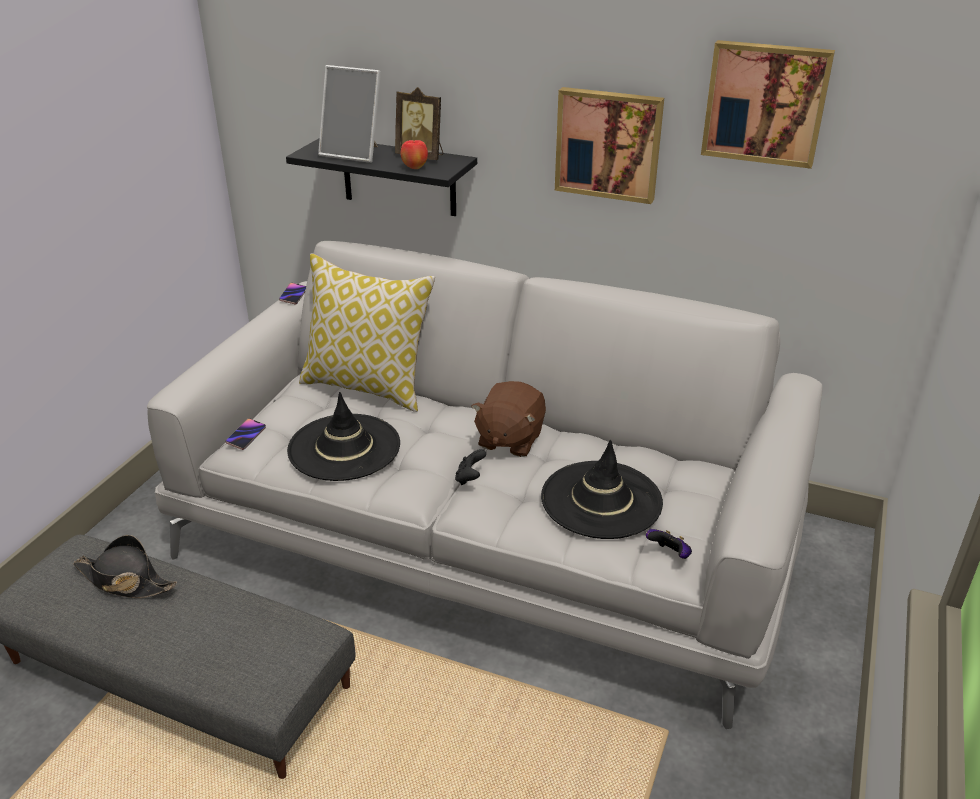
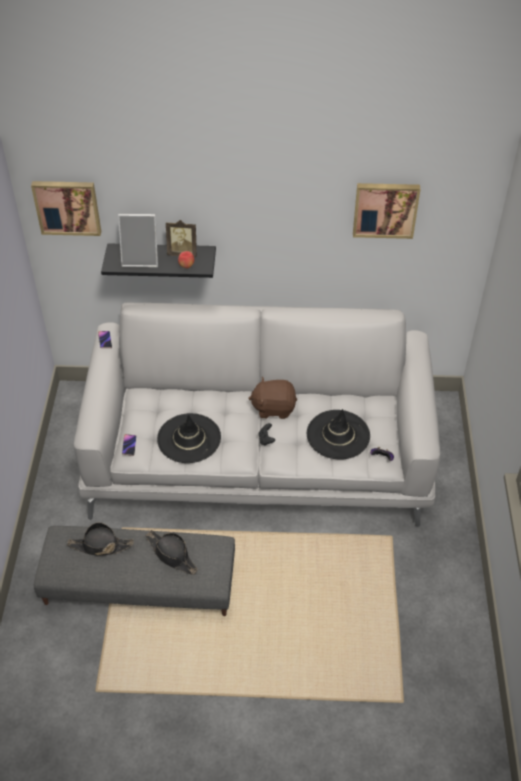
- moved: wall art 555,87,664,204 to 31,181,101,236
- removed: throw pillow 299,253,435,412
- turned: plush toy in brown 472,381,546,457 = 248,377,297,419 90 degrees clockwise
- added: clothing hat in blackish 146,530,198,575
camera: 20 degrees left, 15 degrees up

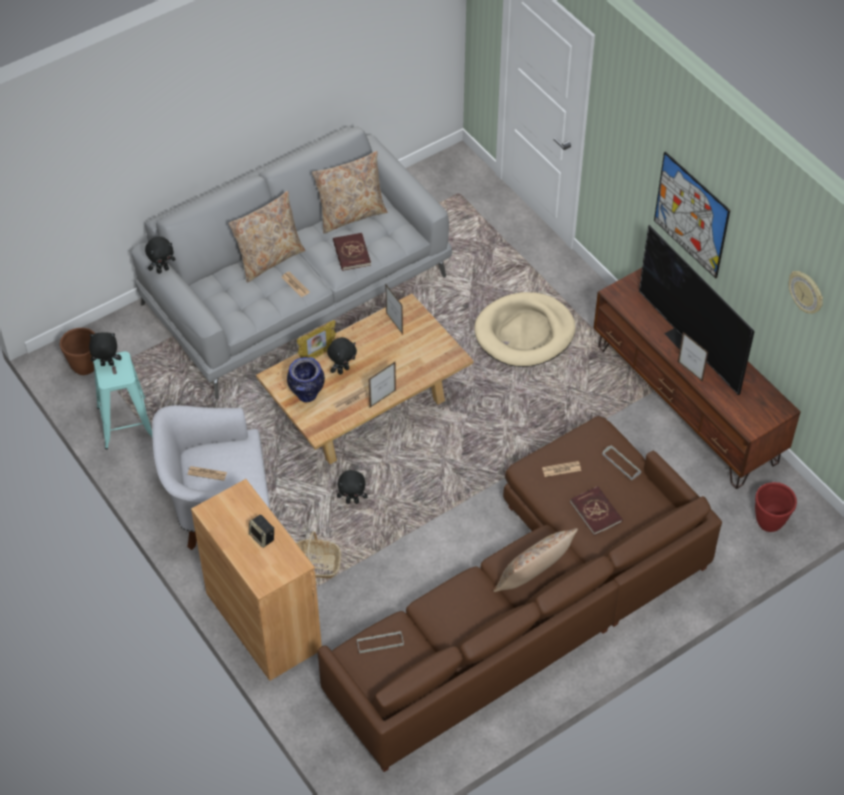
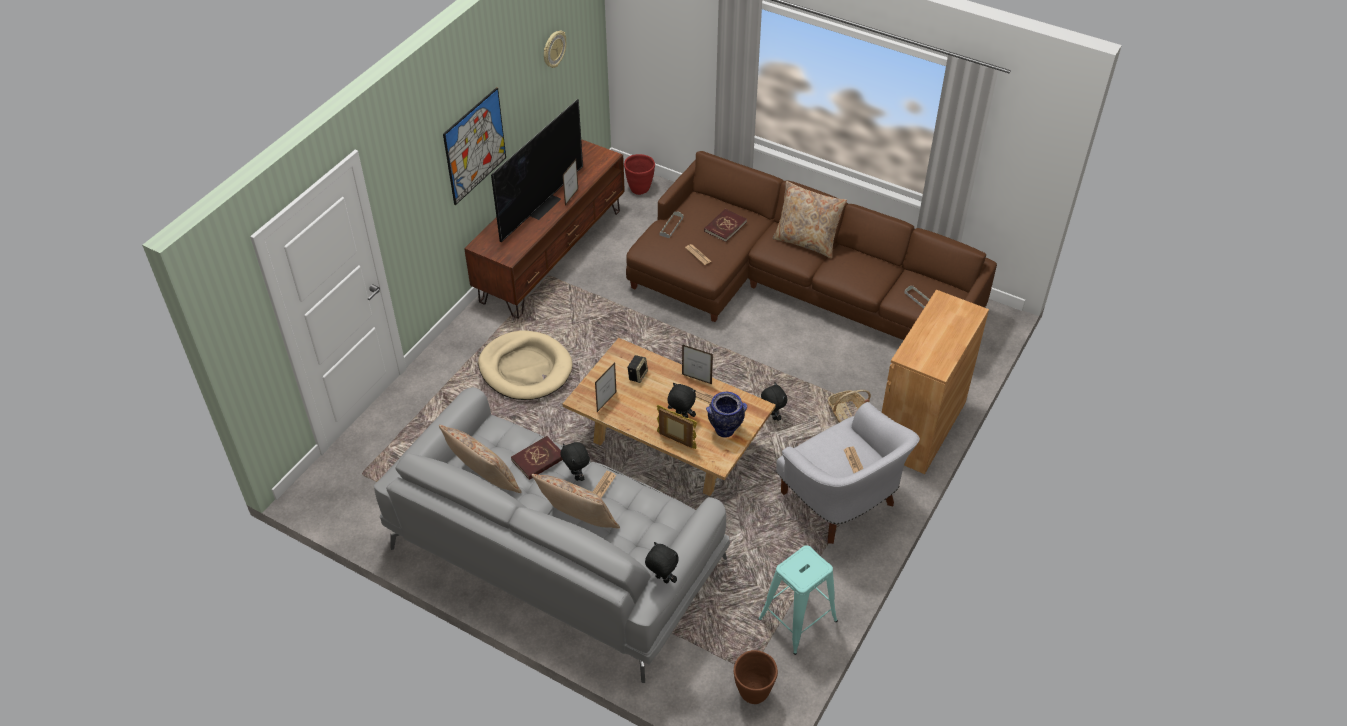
- moved: plush toy in blackish 89,332,122,366 to 560,442,590,481
- moved: audio speaker 249,515,274,548 to 627,355,648,383
camera: 115 degrees left, 5 degrees down

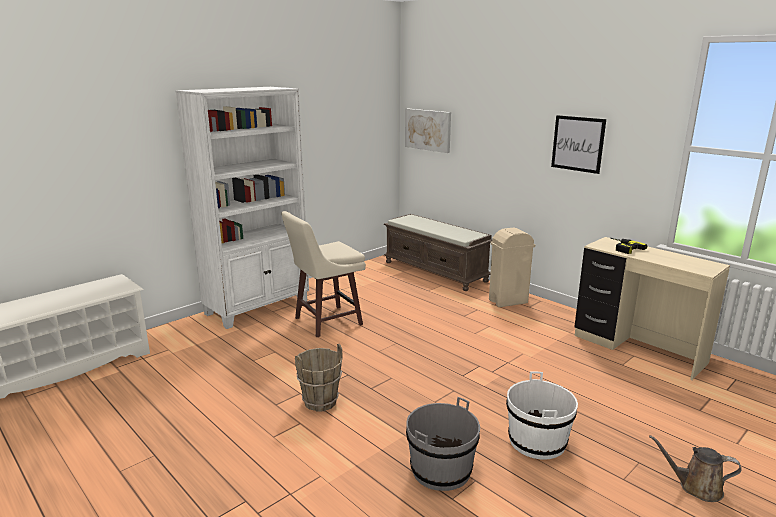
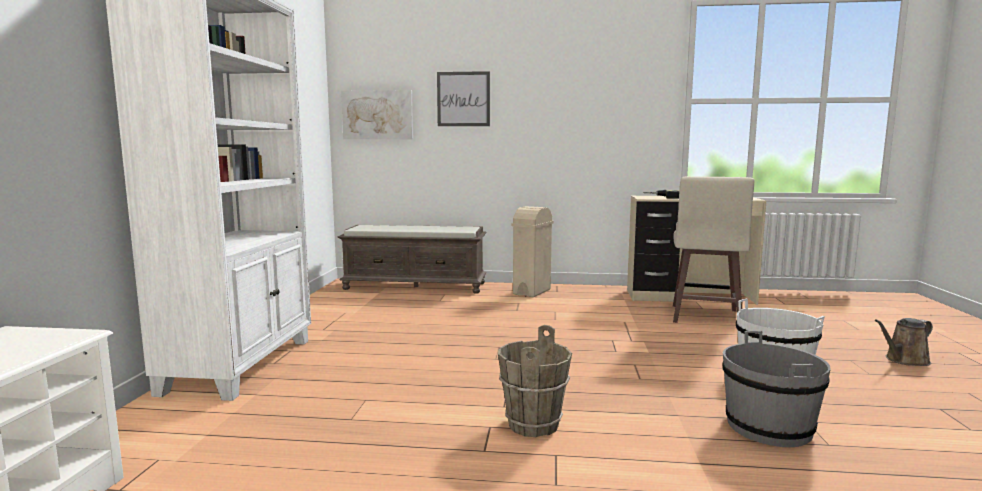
- moved: wall art 551,115,606,174 to 437,71,490,126
- moved: stool seat in sand-coloured 281,211,366,337 to 673,176,754,323
camera: 40 degrees left, 10 degrees down

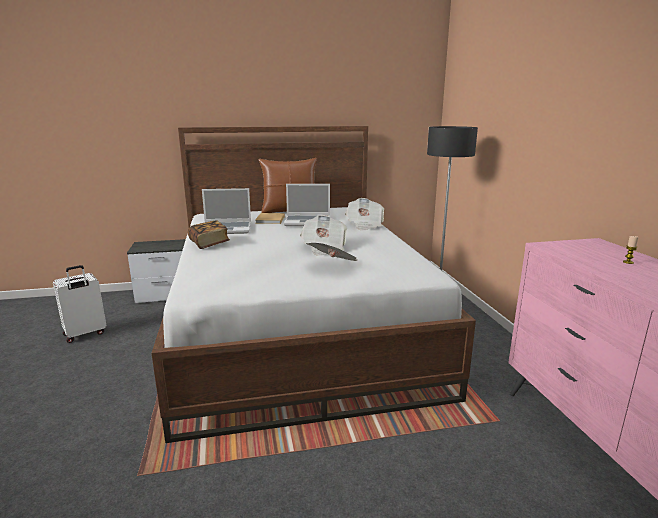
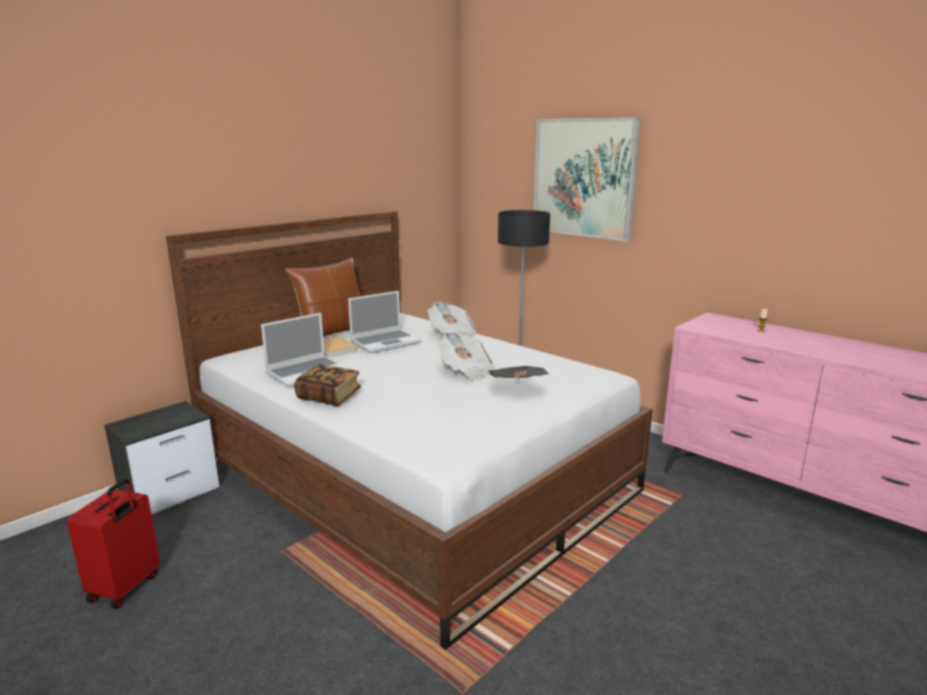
- recoloured: travel case in white-coloured 53,265,107,343 to travel case in reddish 67,479,160,609
- added: wall art 534,117,641,241
camera: 35 degrees left, 0 degrees up

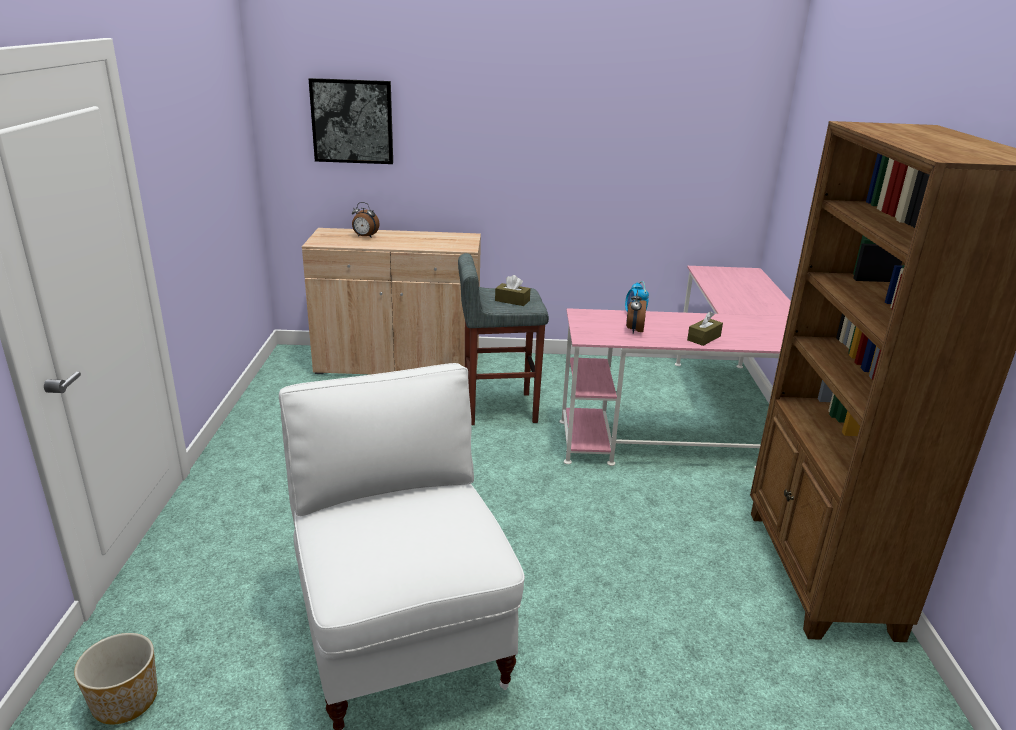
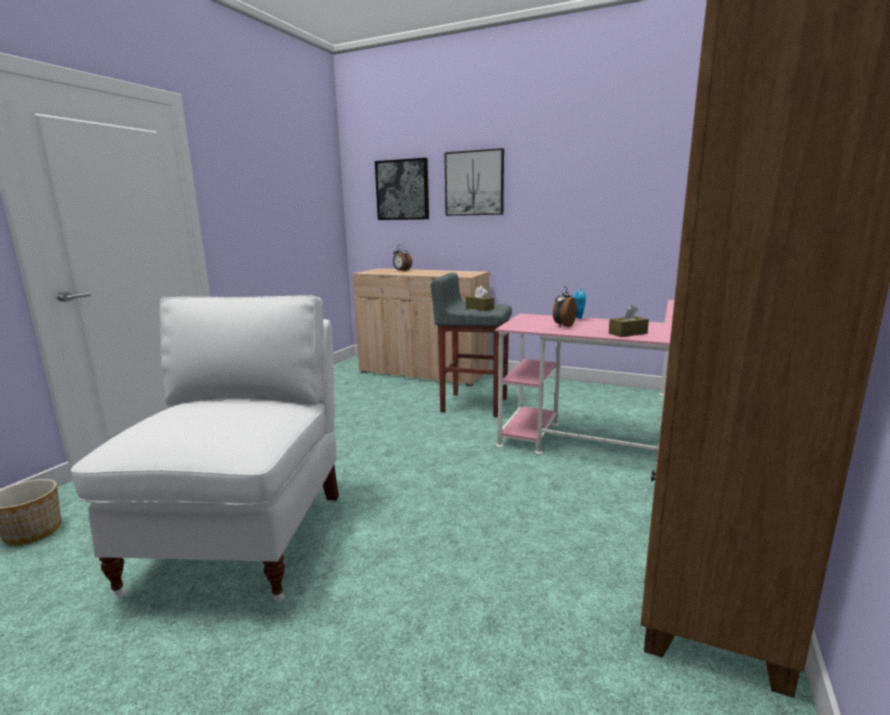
- added: wall art 444,148,504,216
camera: 25 degrees right, 10 degrees down

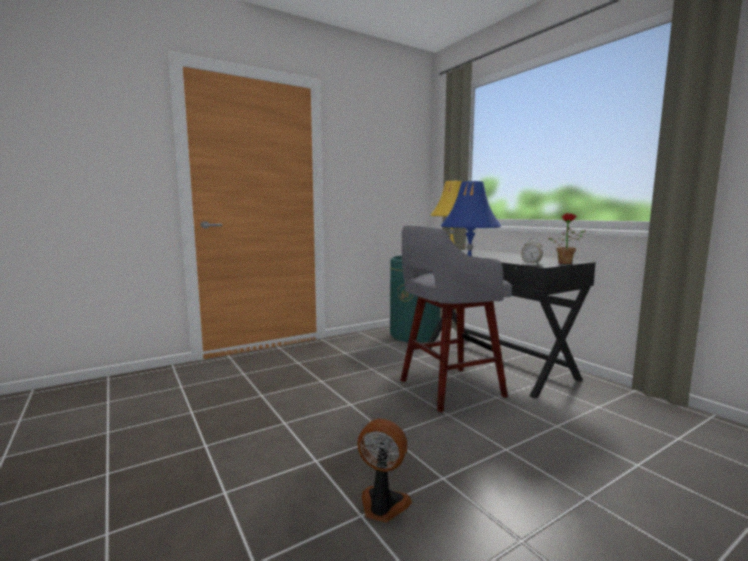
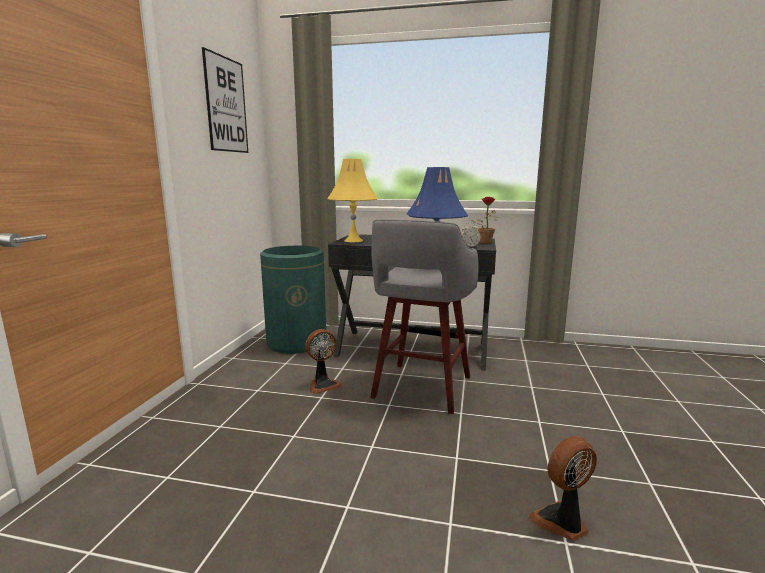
- added: wall art 202,47,248,153
- added: fan 305,329,342,394
camera: 45 degrees left, 5 degrees up

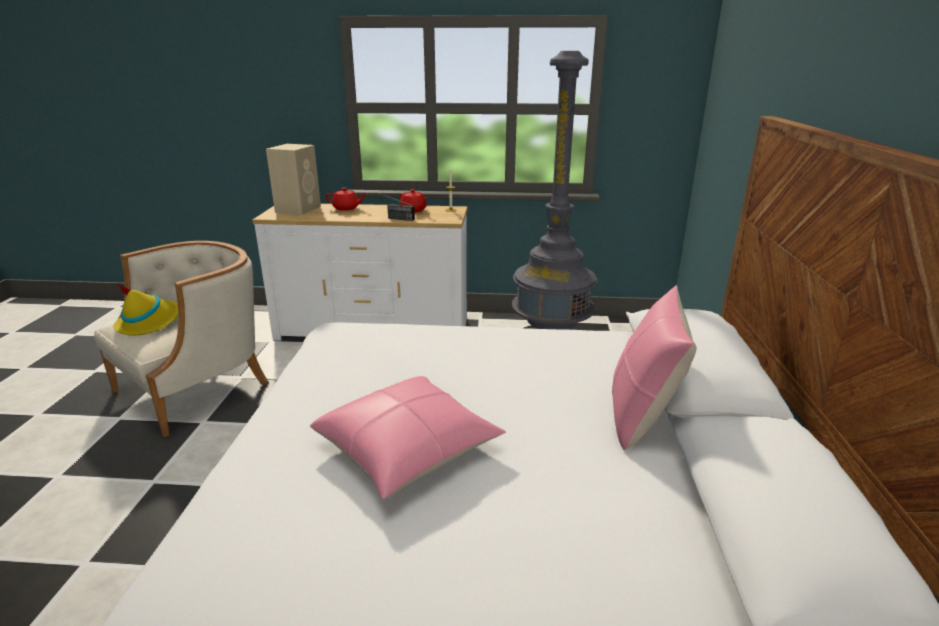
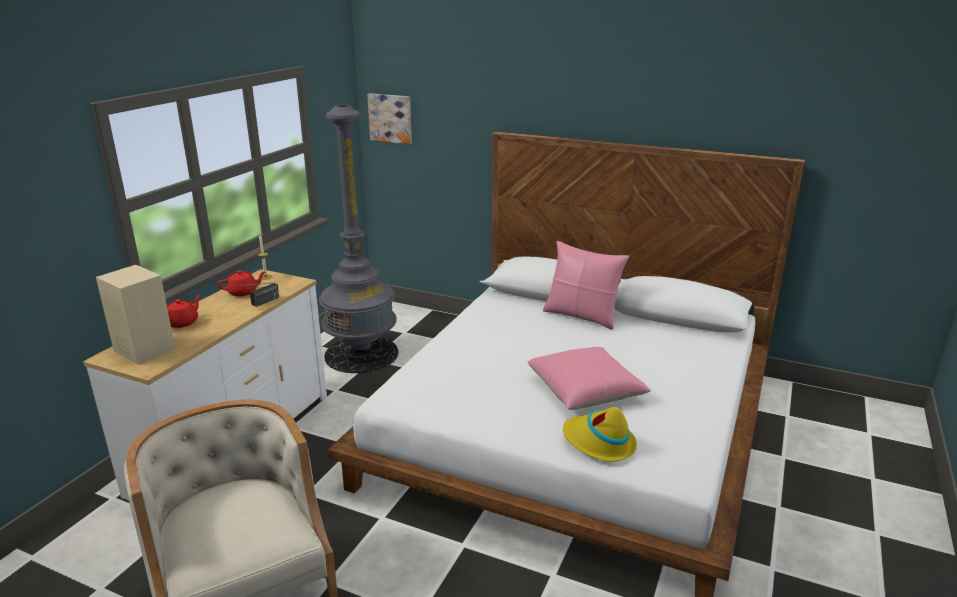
- moved: clothing hat in yellowish 113,283,178,335 to 563,407,637,462
- added: wall art 367,93,412,144
camera: 70 degrees left, 0 degrees up

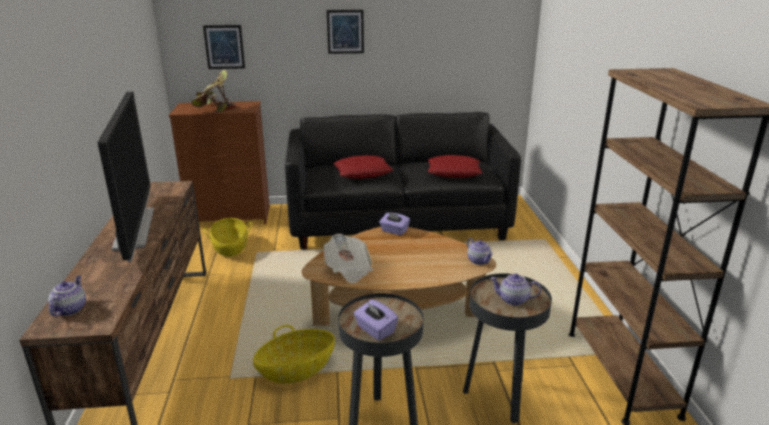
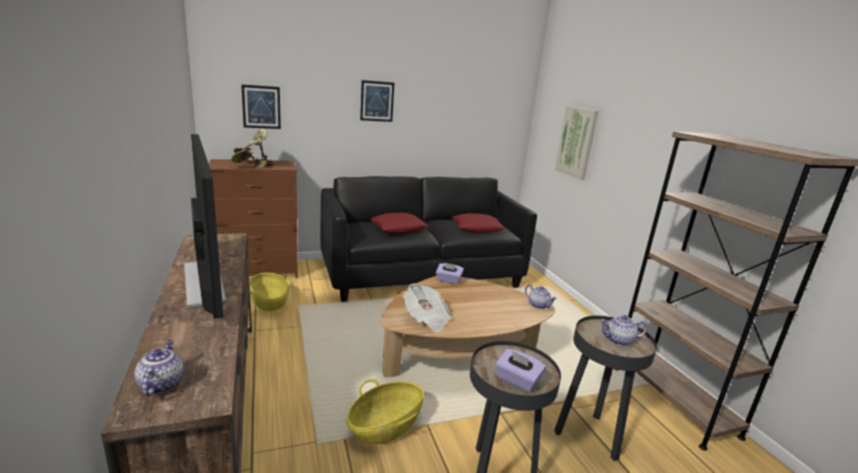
- added: wall art 555,106,598,180
camera: 15 degrees left, 5 degrees down

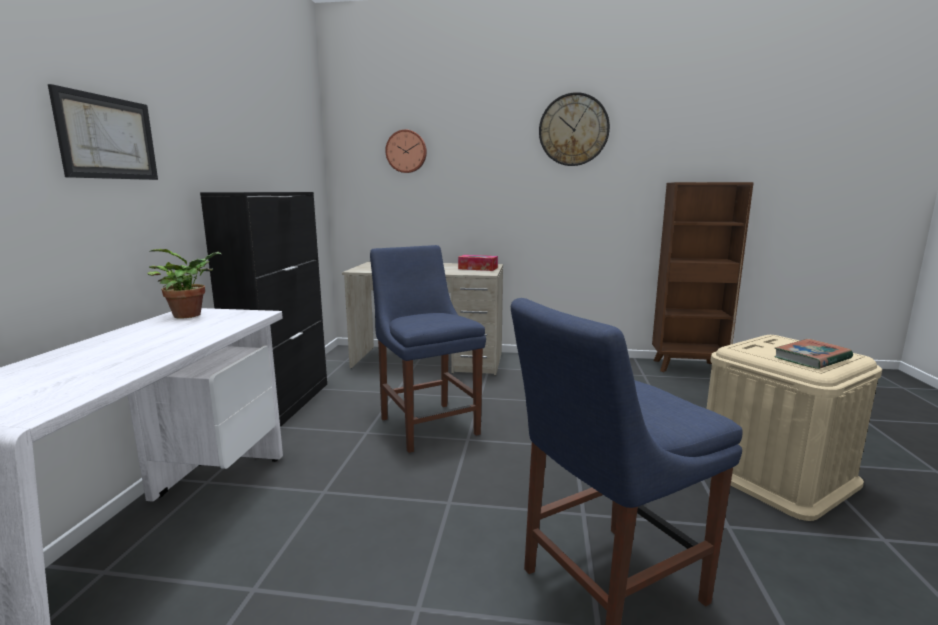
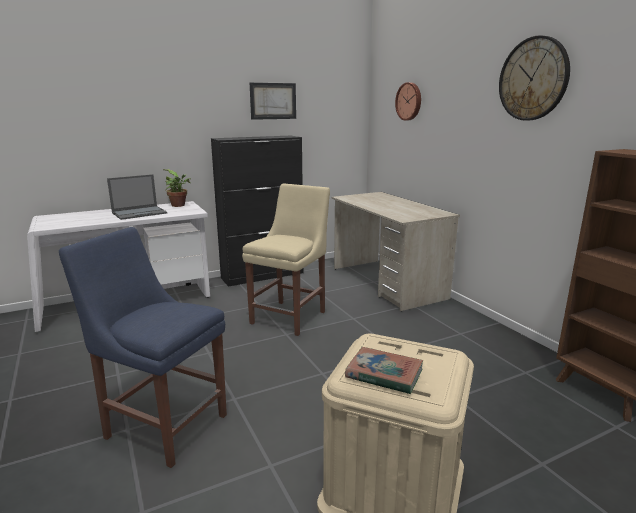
- moved: wall art 48,84,158,180 to 250,83,296,120
- recoloured: plain chair in blue-coloured 370,245,486,453 to plain chair in sand-coloured 242,183,330,336
- removed: tissue box 458,255,498,271
- added: laptop 107,174,167,220
camera: 55 degrees right, 5 degrees up

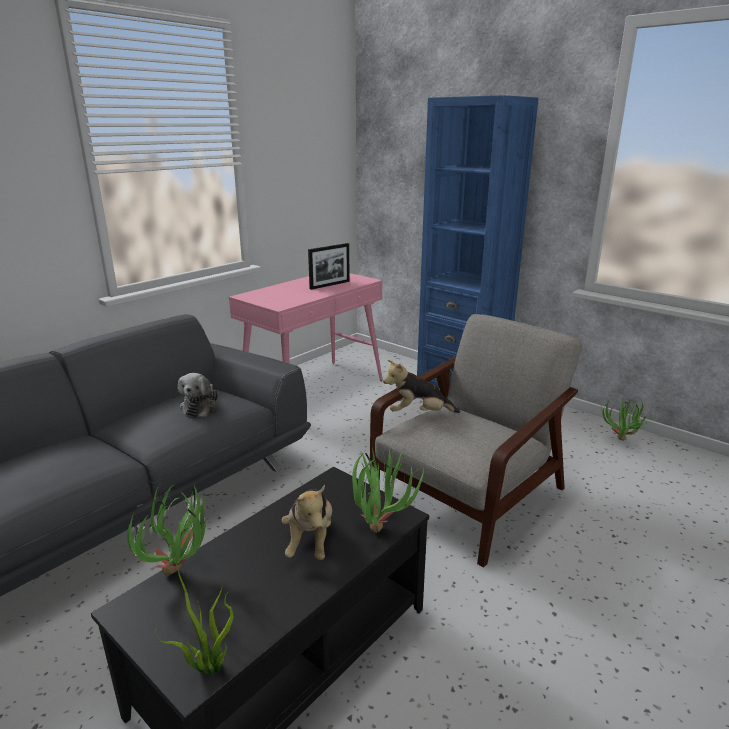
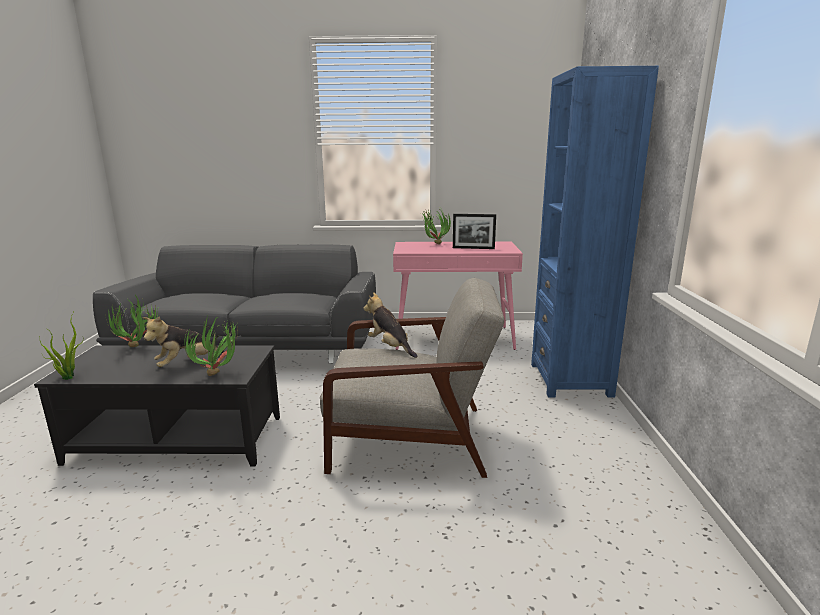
- removed: plush toy 178,373,218,417
- moved: plant in a pot 602,399,647,441 to 421,210,451,244
camera: 50 degrees right, 5 degrees down

